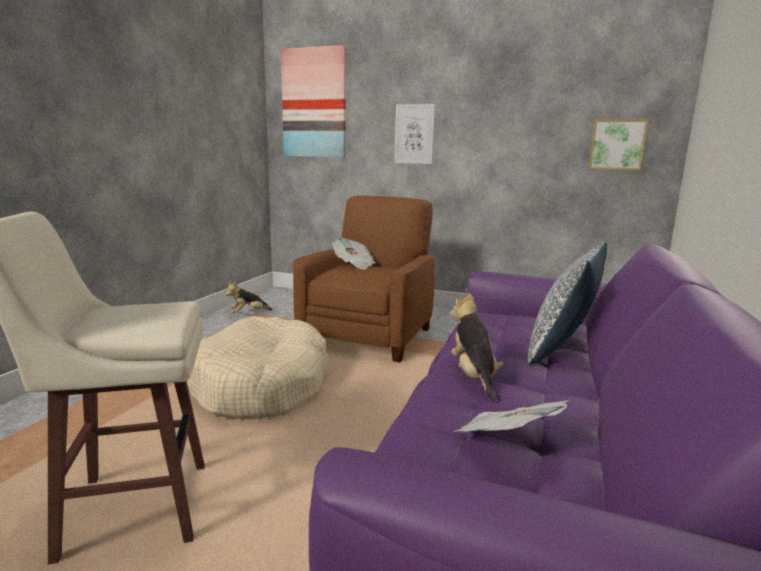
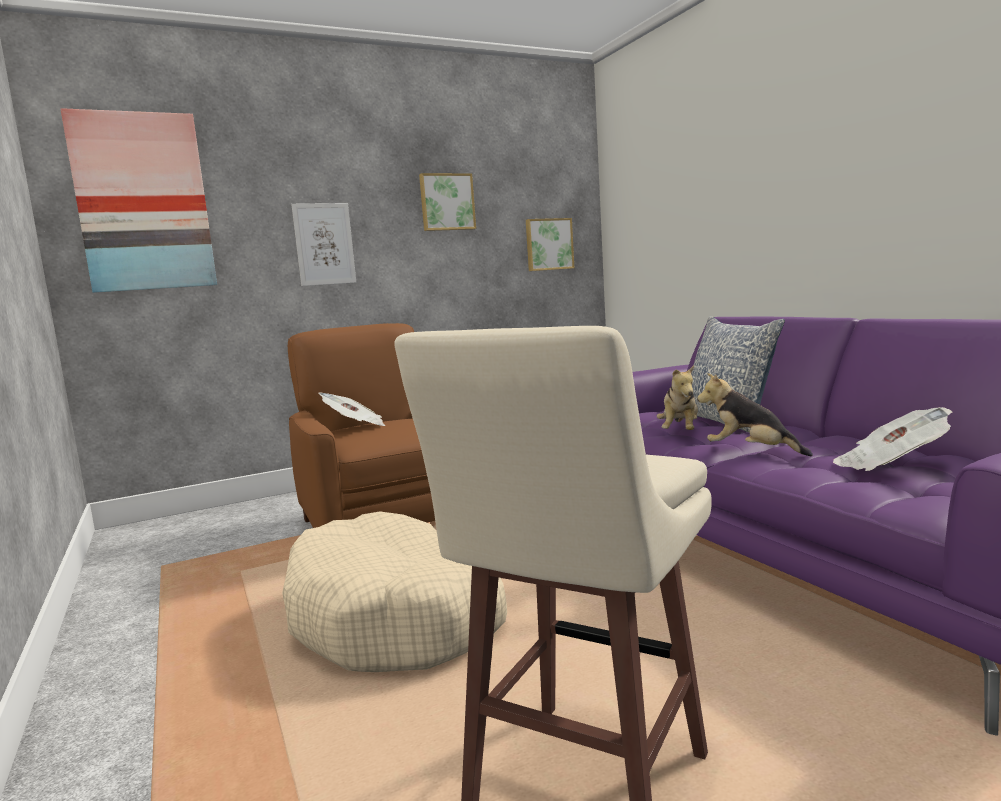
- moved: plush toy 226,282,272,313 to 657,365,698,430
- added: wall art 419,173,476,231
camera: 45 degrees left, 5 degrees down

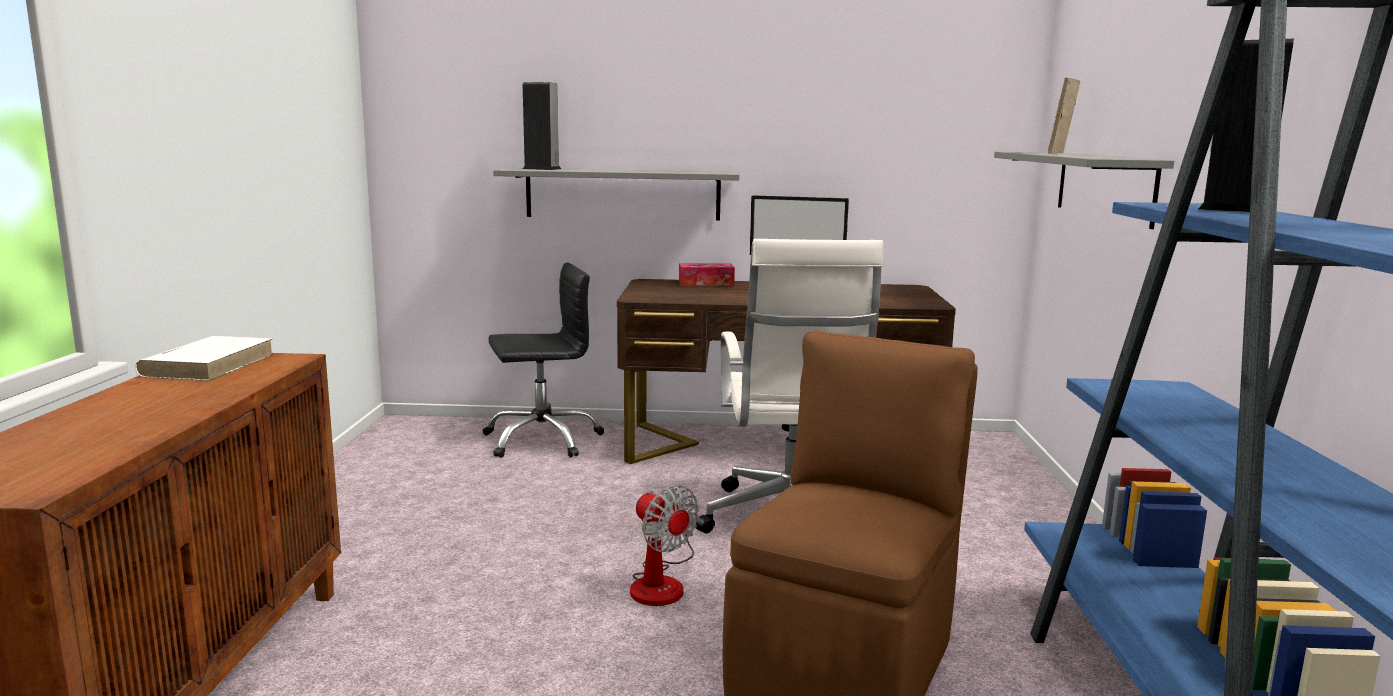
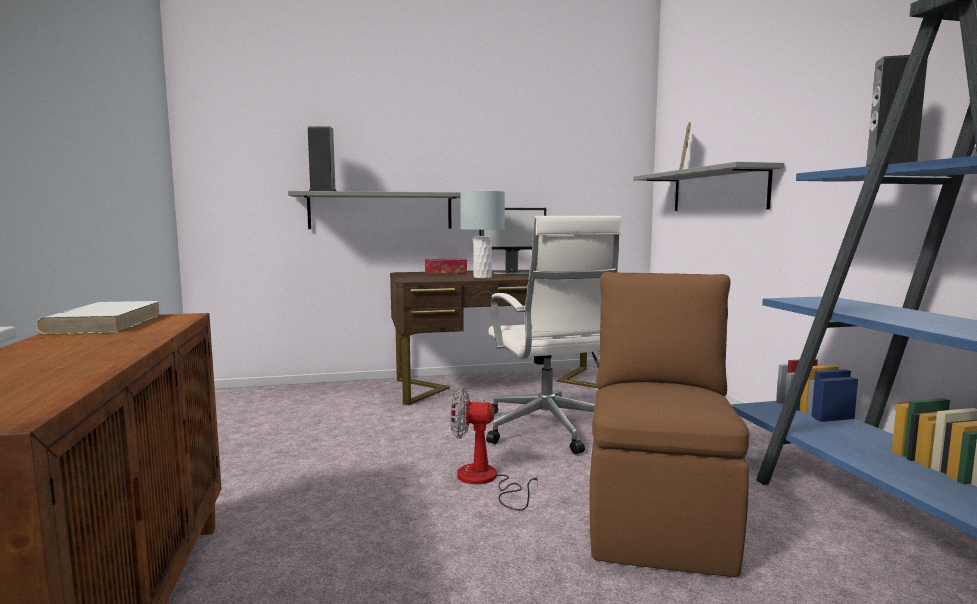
- removed: desk chair in blackish 483,263,604,458
- turned: fan 630,485,699,606 = 450,388,538,511 150 degrees clockwise
- added: tabletop lamp in gray 460,191,505,278
camera: 15 degrees left, 5 degrees down

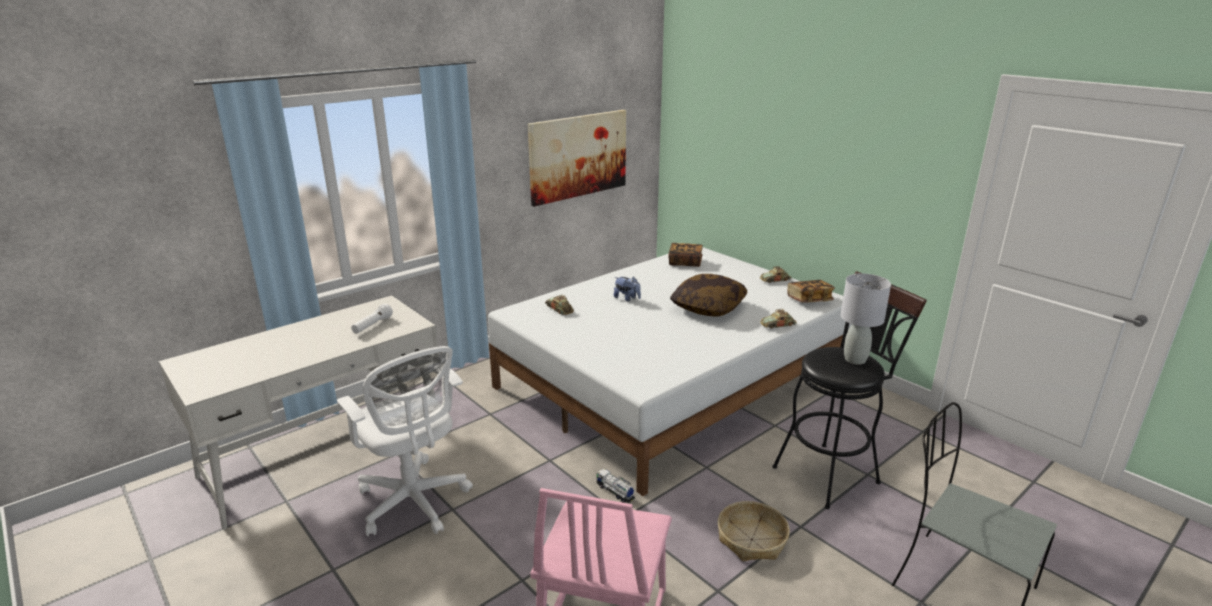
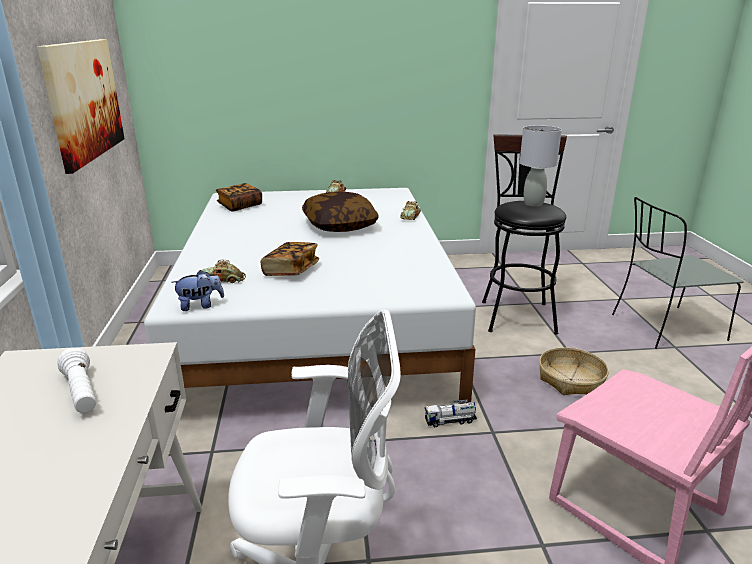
- moved: plush toy 614,276,641,302 to 171,270,224,311
- moved: book 787,280,835,303 to 261,242,319,276
camera: 55 degrees left, 0 degrees up

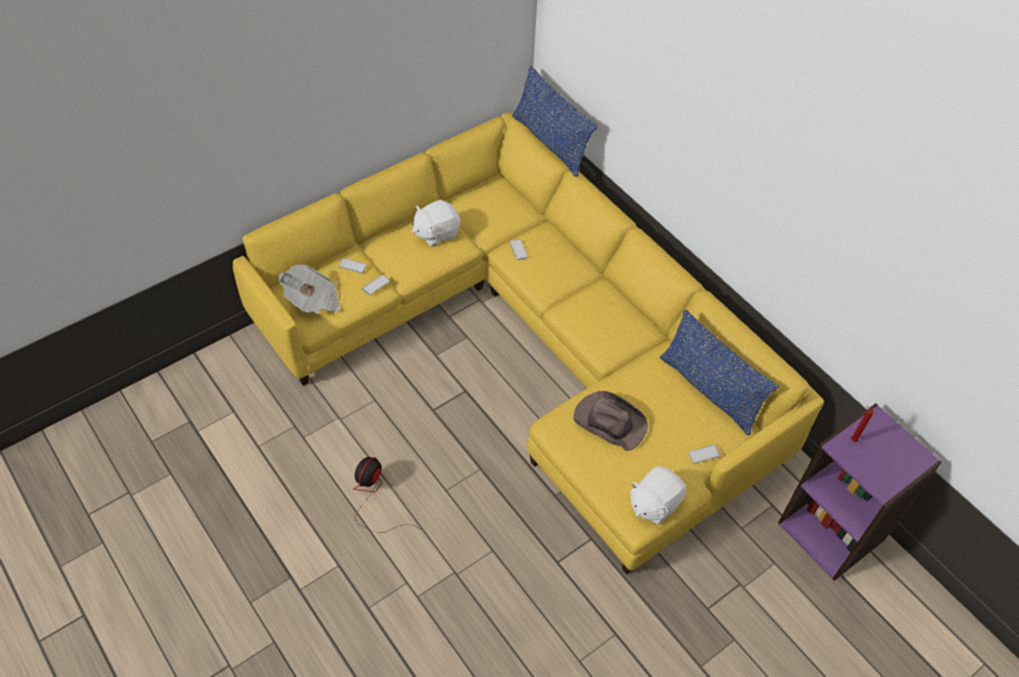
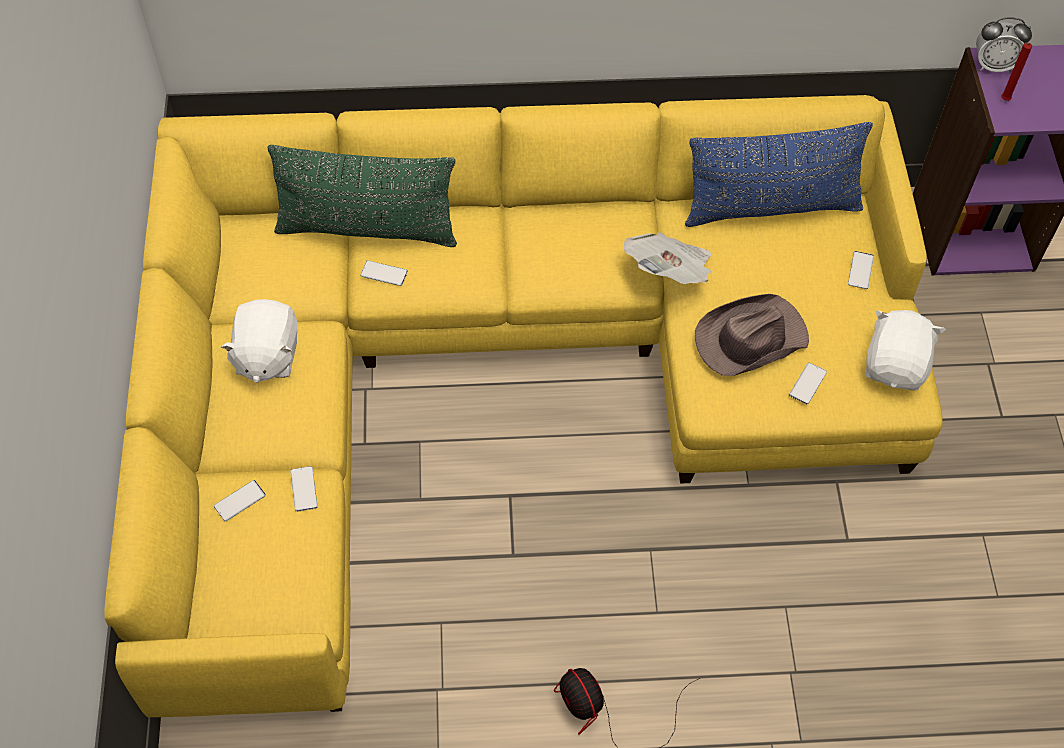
- removed: throw pillow in blue-coloured 512,66,598,177
- moved: printed paper 279,264,340,314 to 624,232,711,284
- turned: plush toy in white-coloured 630,466,686,525 = 866,310,946,390 150 degrees counterclockwise
- added: bedside clock 976,17,1032,73
- added: throw pillow in green-coloured 268,145,457,247
- added: telephone 789,363,827,404
camera: 55 degrees left, 5 degrees up

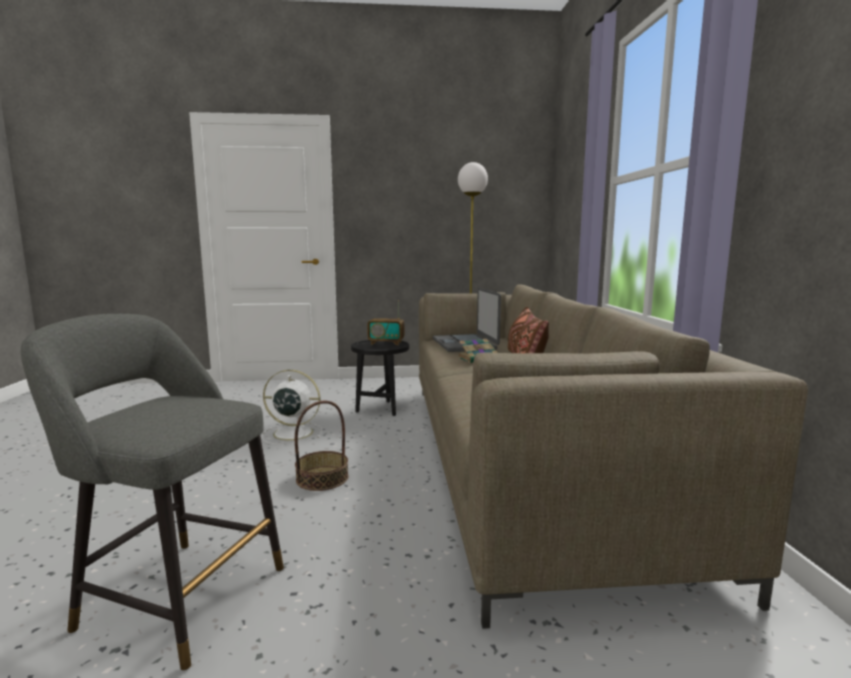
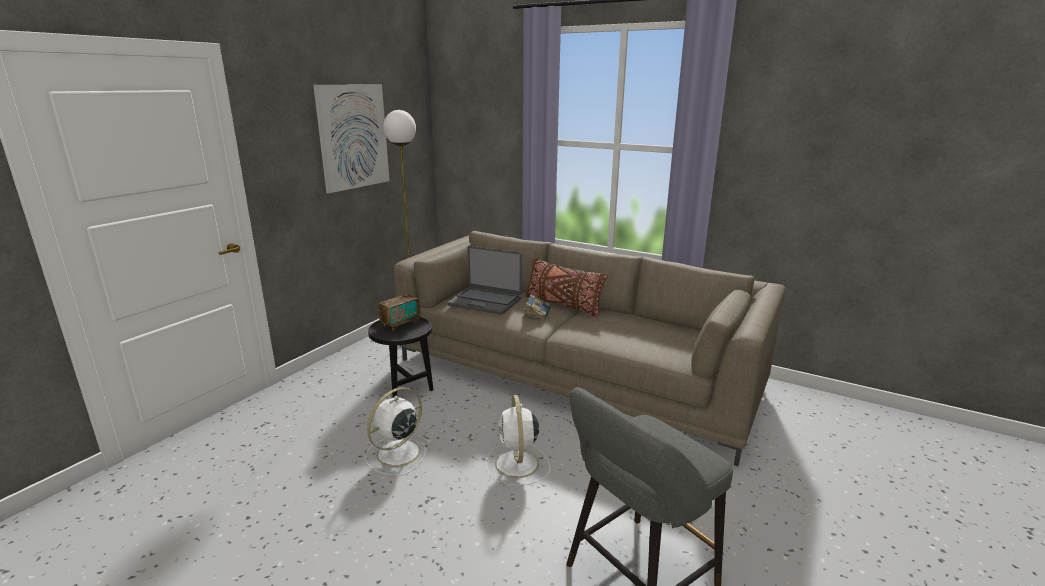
- replaced: household basket 295,401,349,491 to fan in white-coloured 486,395,551,486
- added: wall art 313,85,390,194
camera: 55 degrees left, 10 degrees up

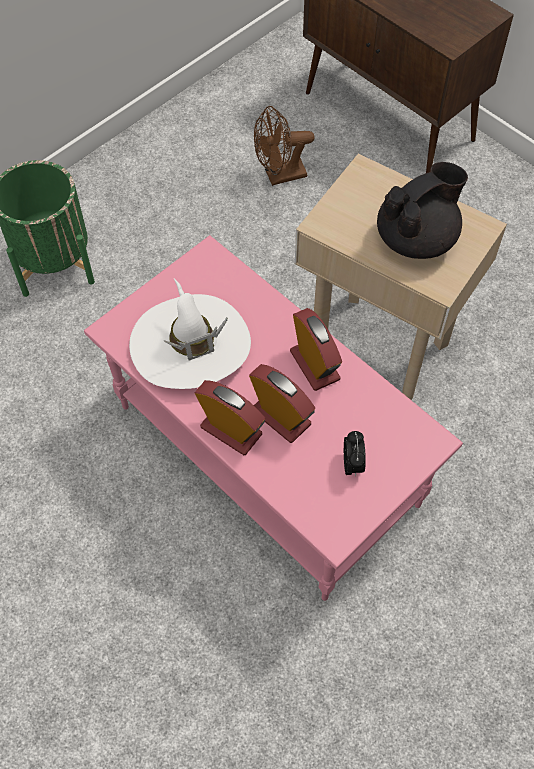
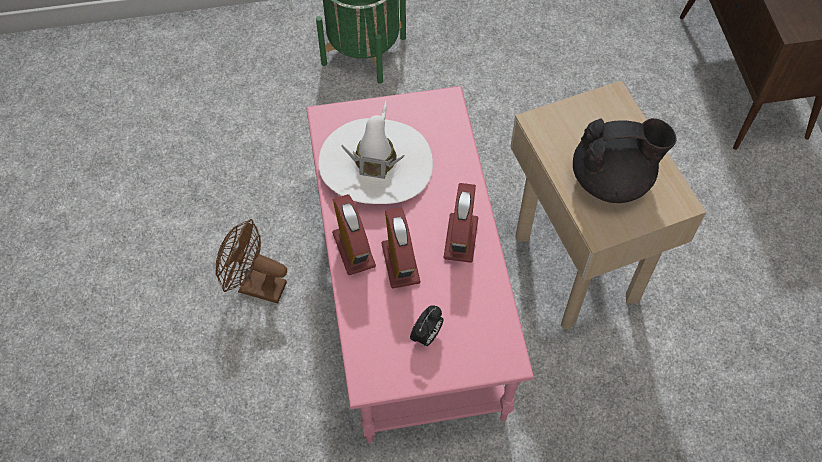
- moved: fan in brown 254,106,315,186 to 216,219,287,303
camera: 35 degrees right, 0 degrees up

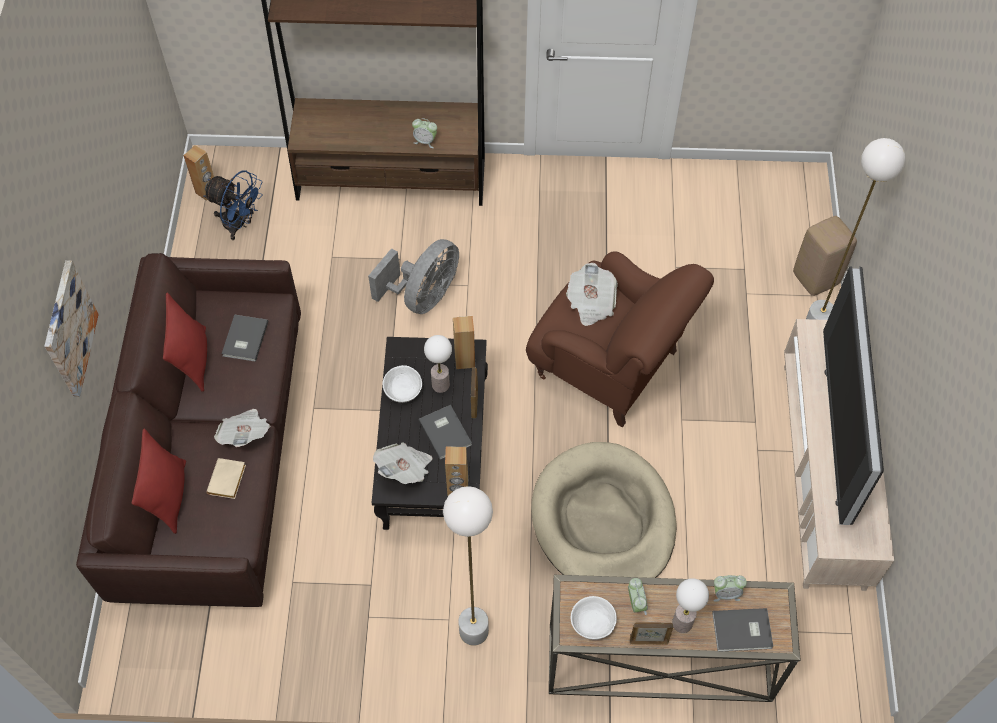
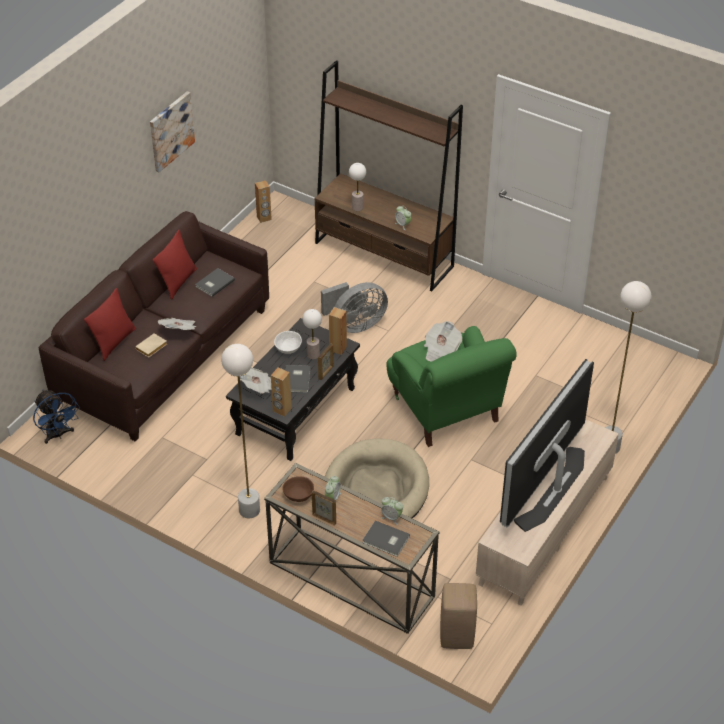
- moved: fan in blue-coloured 204,170,262,240 to 33,389,80,444
- moved: stool seat in sand-coloured 793,216,857,296 to 440,583,477,649
- recoloured: lounge chair in brown 526,251,714,428 to lounge chair in green-coloured 387,326,517,447
- moved: wall art 44,260,99,397 to 150,91,195,172
- moved: tabletop lamp 672,578,709,633 to 349,163,366,211
- recoloured: deep dish in white-coloured 571,596,617,640 to deep dish in brown 282,476,314,502
camera: 30 degrees right, 15 degrees down

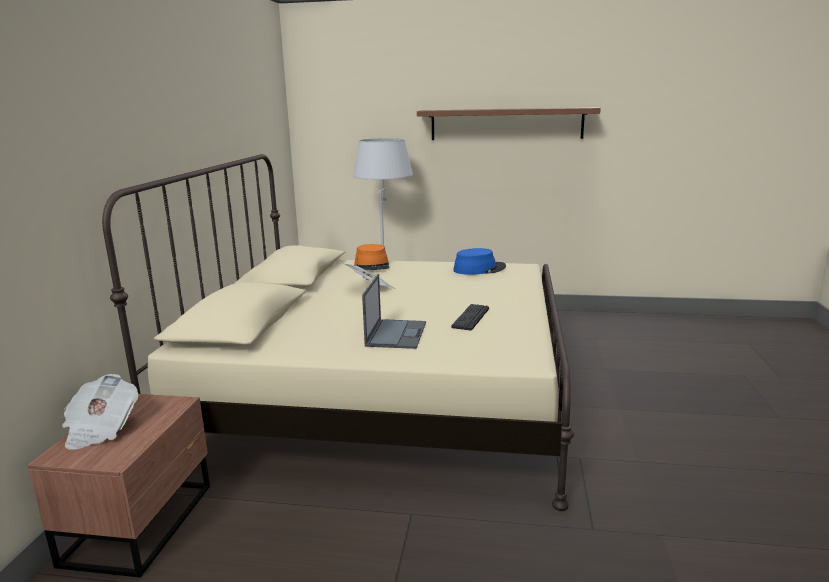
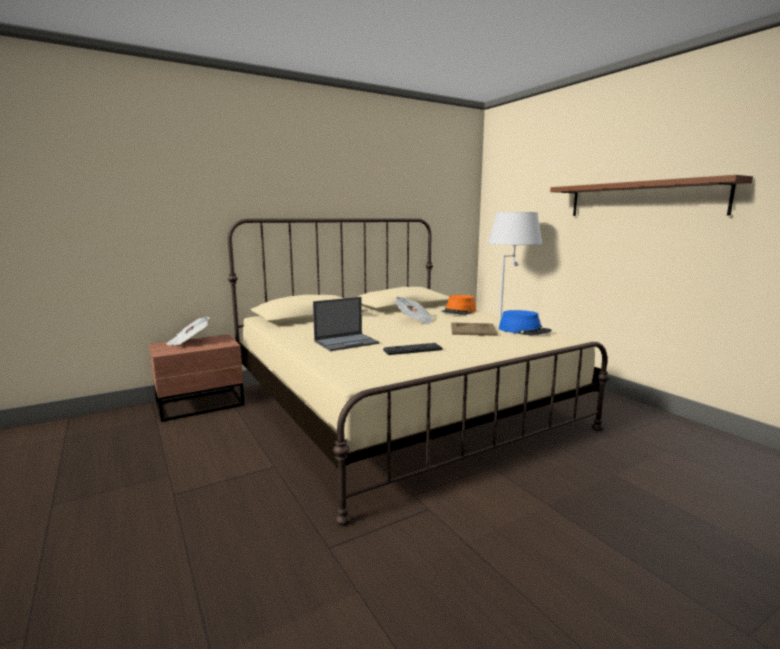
- added: tray in sand-coloured 451,322,498,336
camera: 50 degrees right, 5 degrees down

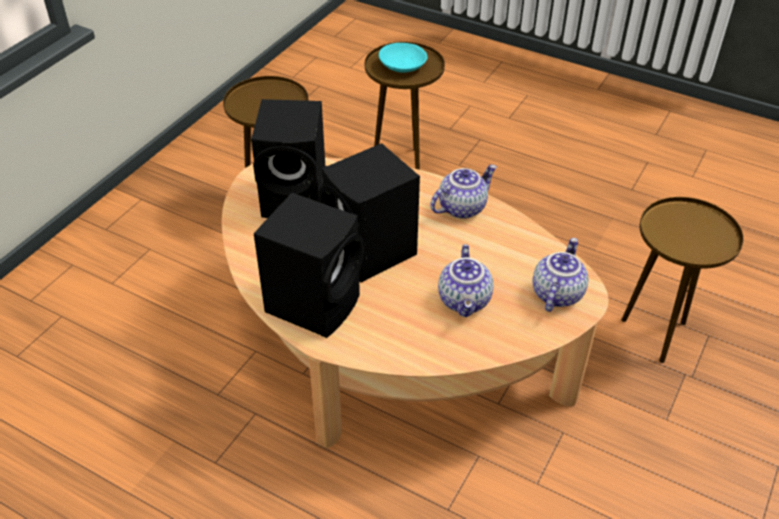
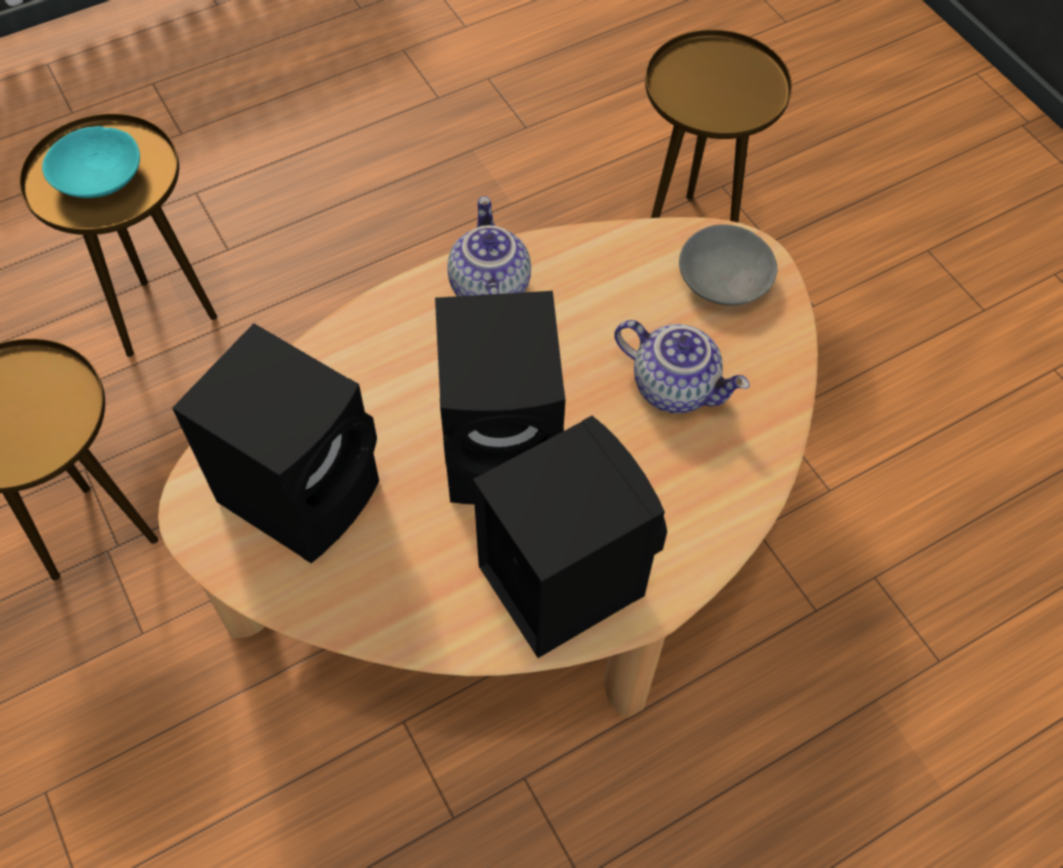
- replaced: teapot 533,238,588,312 to deep dish in gray 679,224,777,306
camera: 60 degrees left, 15 degrees up

